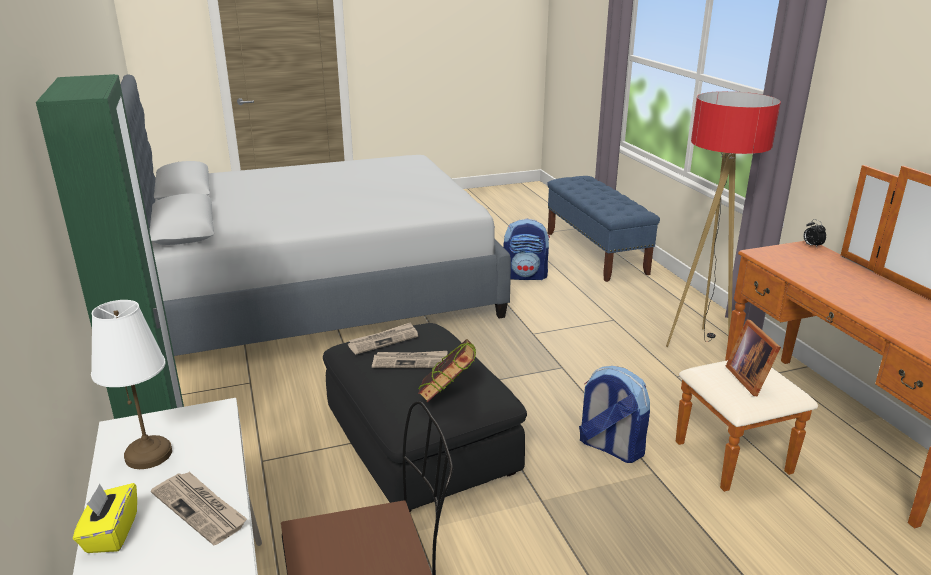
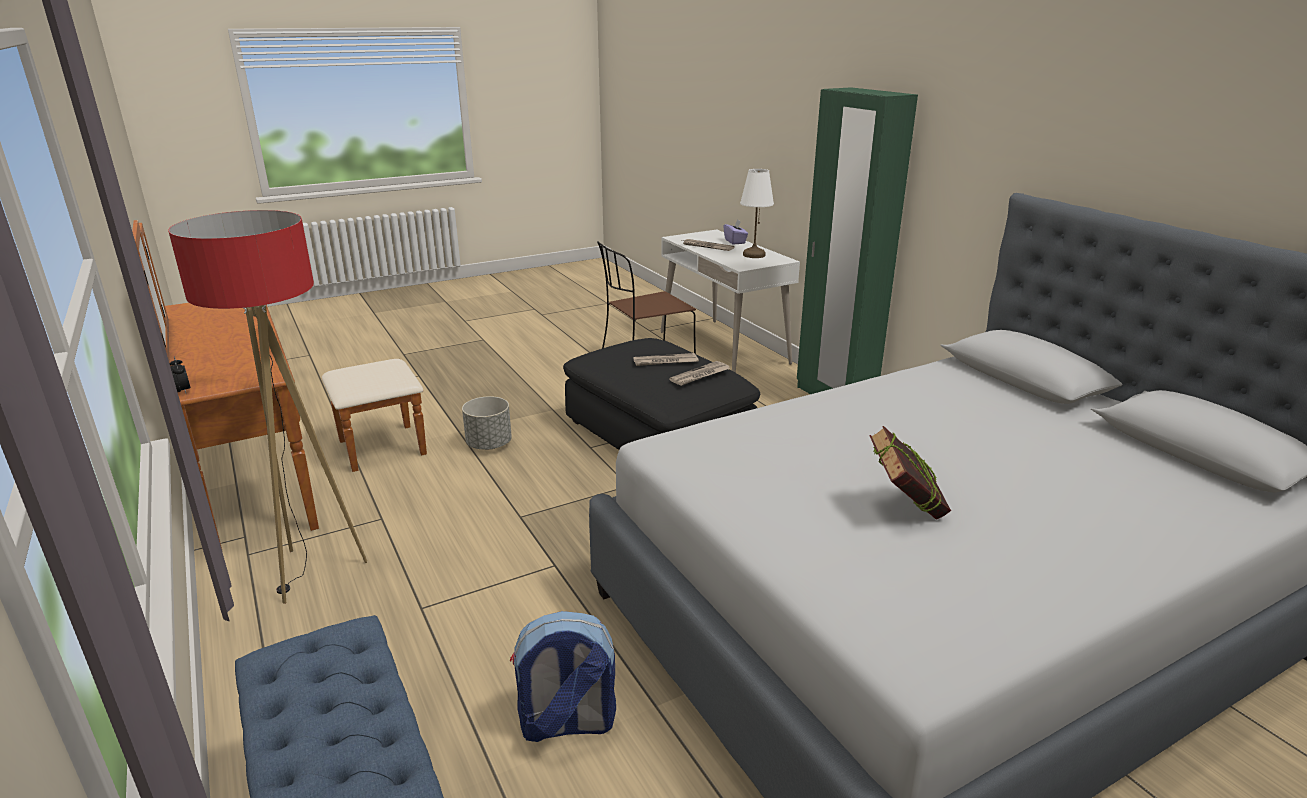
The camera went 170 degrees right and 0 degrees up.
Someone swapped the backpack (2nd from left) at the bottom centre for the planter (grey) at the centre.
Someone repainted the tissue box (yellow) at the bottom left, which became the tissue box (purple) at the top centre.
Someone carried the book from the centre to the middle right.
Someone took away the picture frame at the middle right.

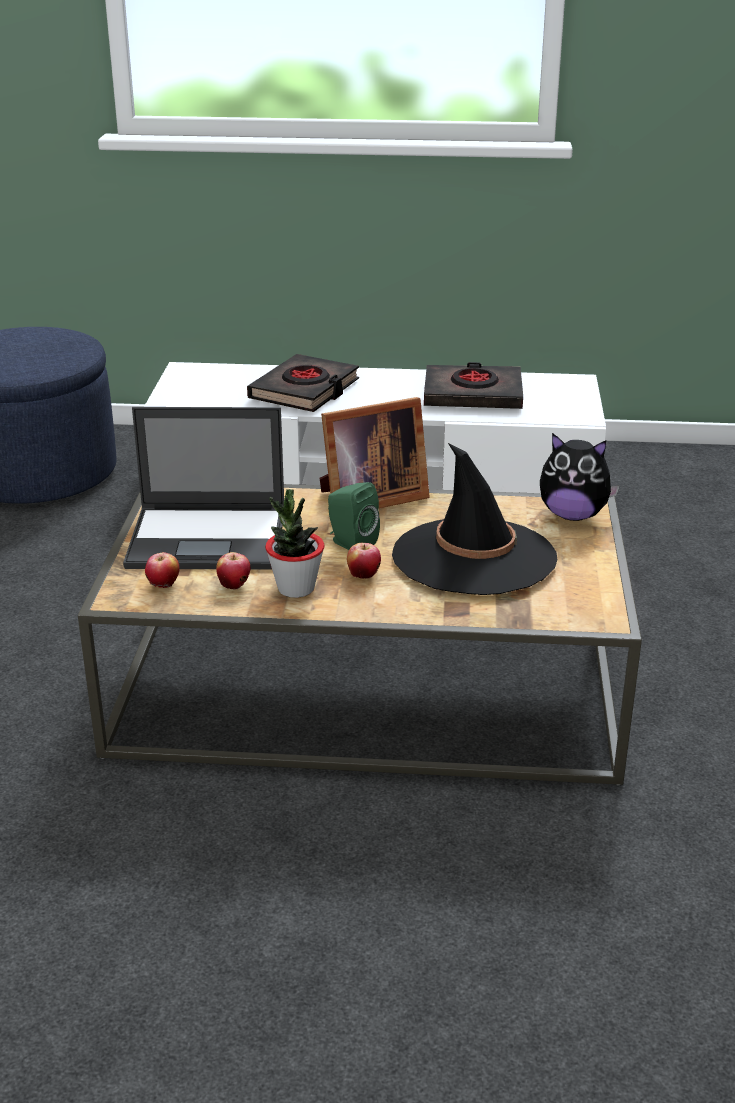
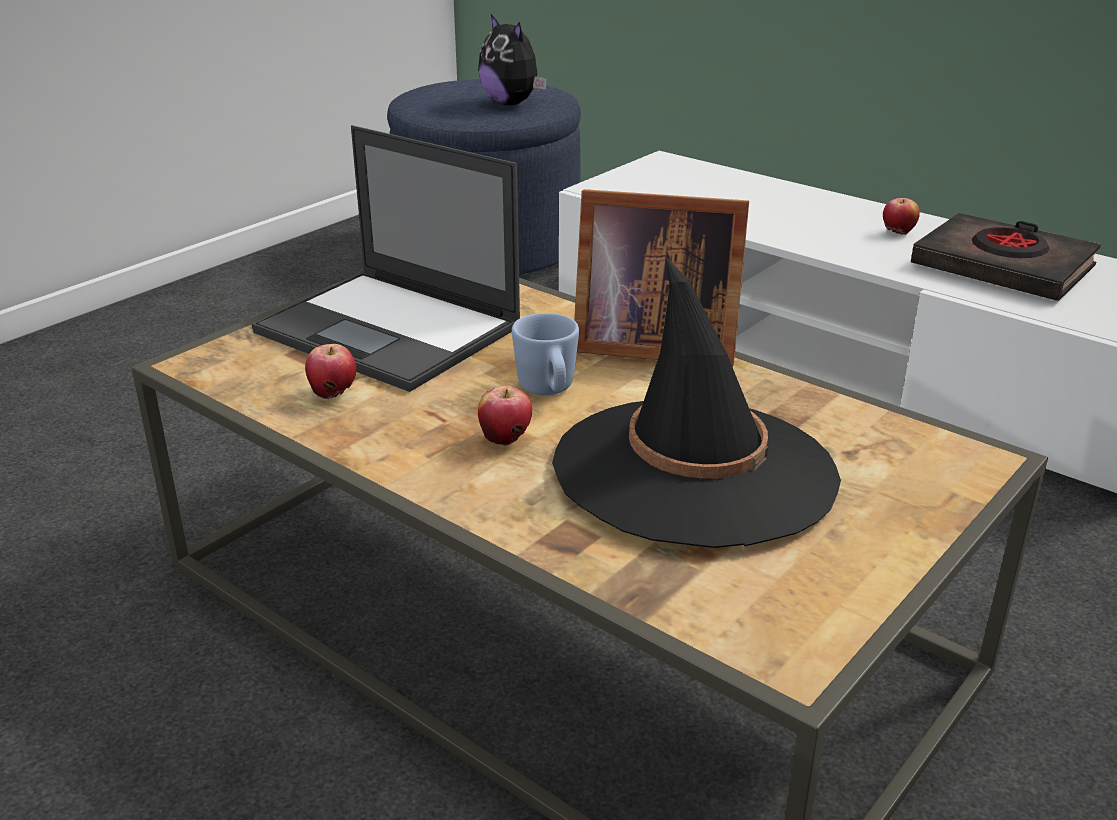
The camera went 35 degrees right and 0 degrees up.
Someone carried the plush toy from the middle right to the top centre.
Someone swapped the speaker (green) at the centre for the mug (blue) at the centre.
Someone carried the apple (1st from left in the first image) from the middle left to the top right.
Someone took away the book (black) (1st from left) at the centre.
Someone took away the potted plant at the centre.

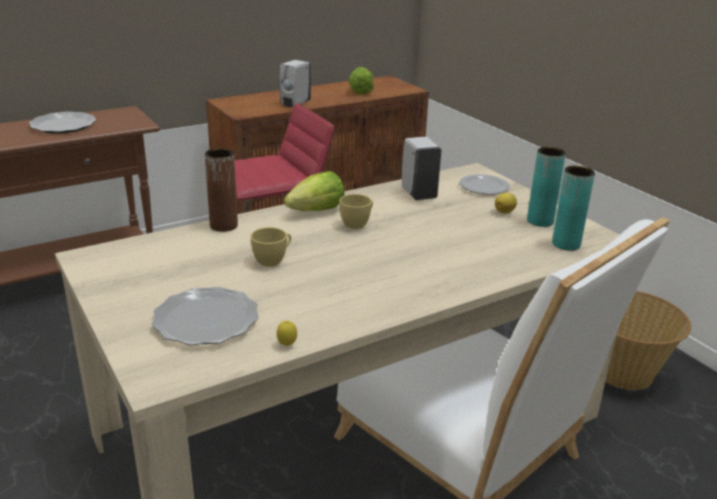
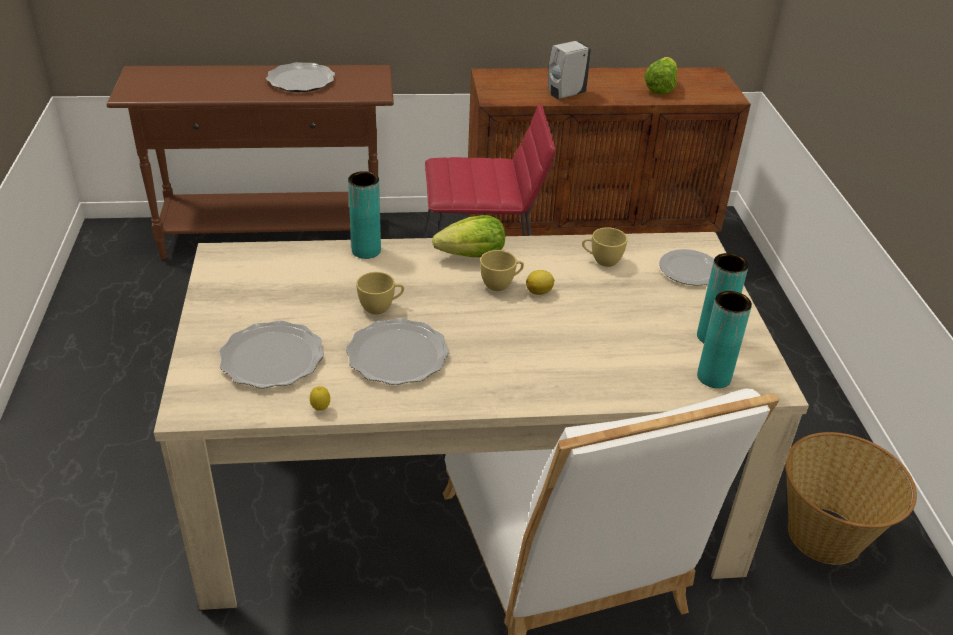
The camera went 25 degrees right and 10 degrees up.
Someone put down the plate (3rd from left) at the centre.
Someone repainted the vase (brown) at the middle left, which became the vase (turquoise) (1st from left) at the centre.
Someone carried the lemon (2nd from left) from the middle right to the centre.
Someone swapped the soap dispenser (white) (2nd from left) at the centre for the cup (yellow) (3rd from left) at the centre.

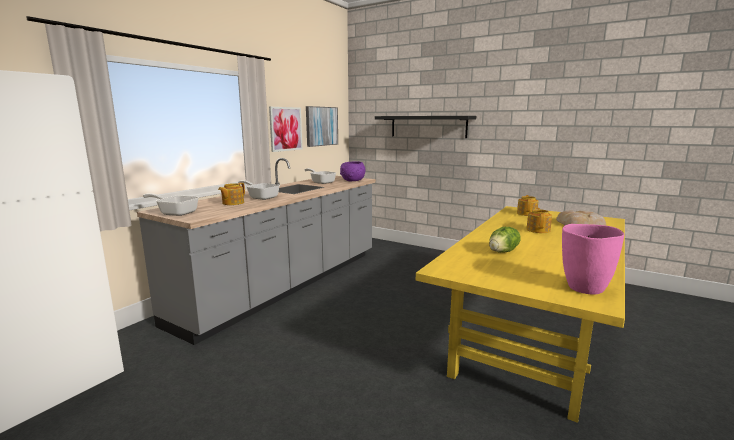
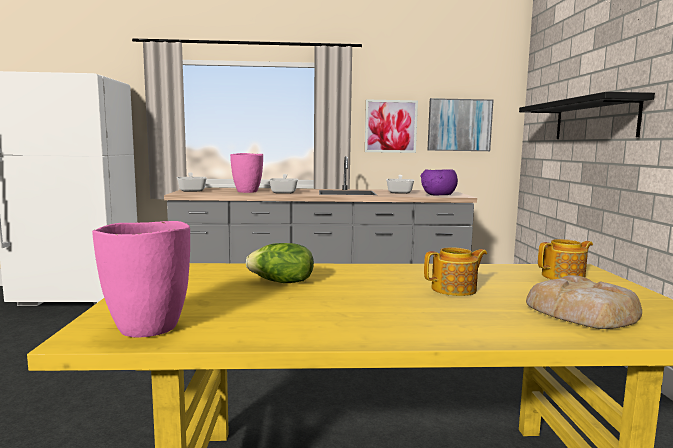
The camera went 55 degrees right and 5 degrees down.
Someone swapped the teapot (1st from left) at the middle left for the vase (pink) (2nd from left) at the centre.

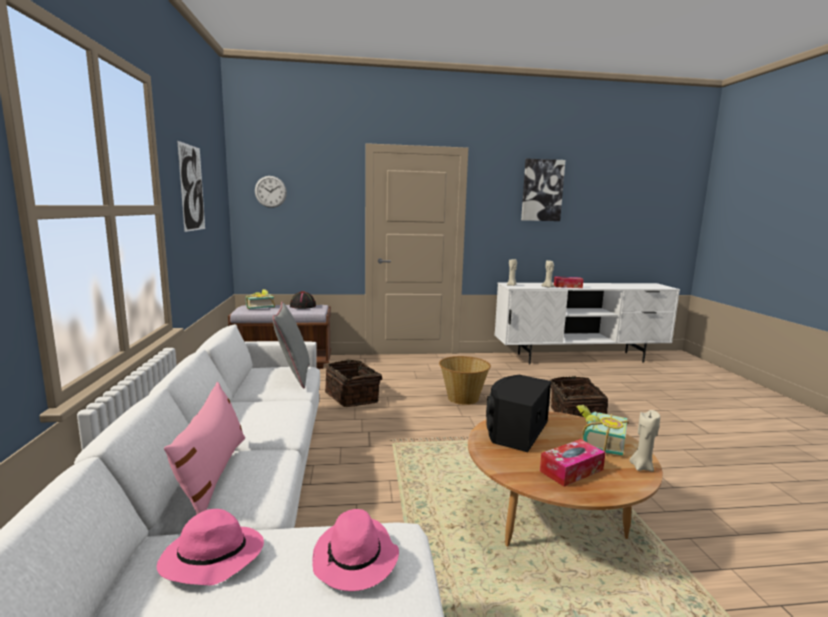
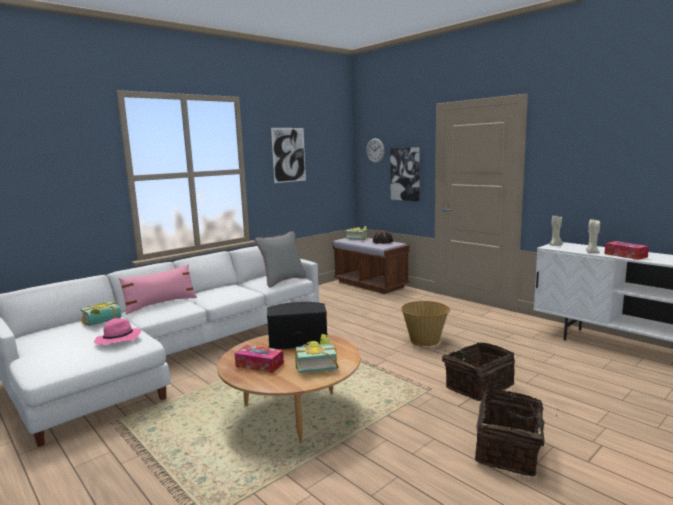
The camera went 55 degrees right and 0 degrees up.
Someone swapped the hat (pink) (1st from left) at the bottom left for the book (1st from left) at the middle left.
Someone carried the picture (2nd from left) from the top centre to the centre.
Someone carried the basket (1st from left in the first image) from the centre to the bottom right.
Someone took away the candle (beige) (3rd from left) at the bottom right.

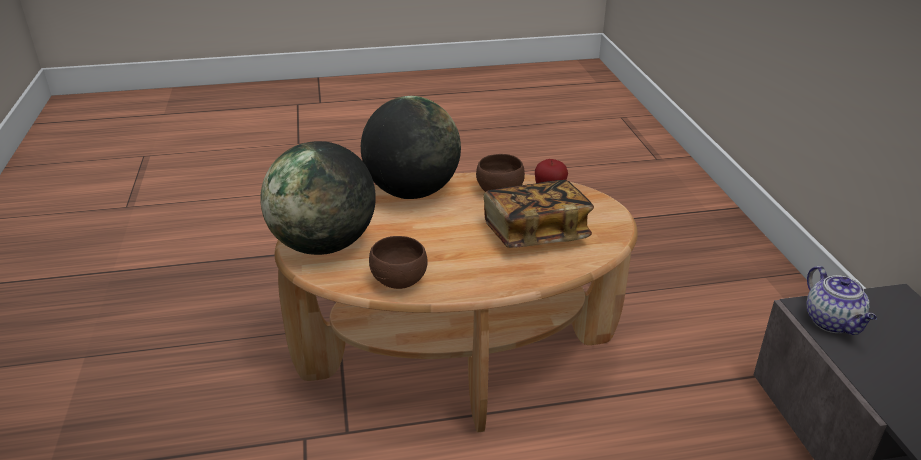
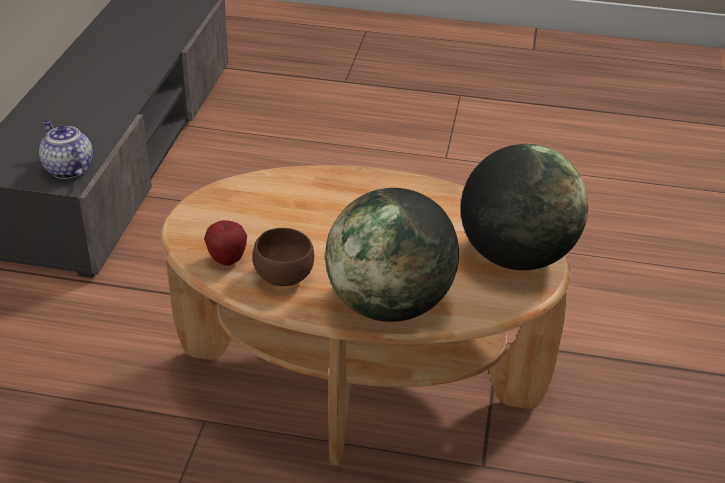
The camera went 160 degrees left and 5 degrees up.
Someone rotated the teapot at the middle right by 45 degrees counterclockwise.
Someone took away the bowl (brown) (1st from left) at the centre.
Someone took away the book at the centre.

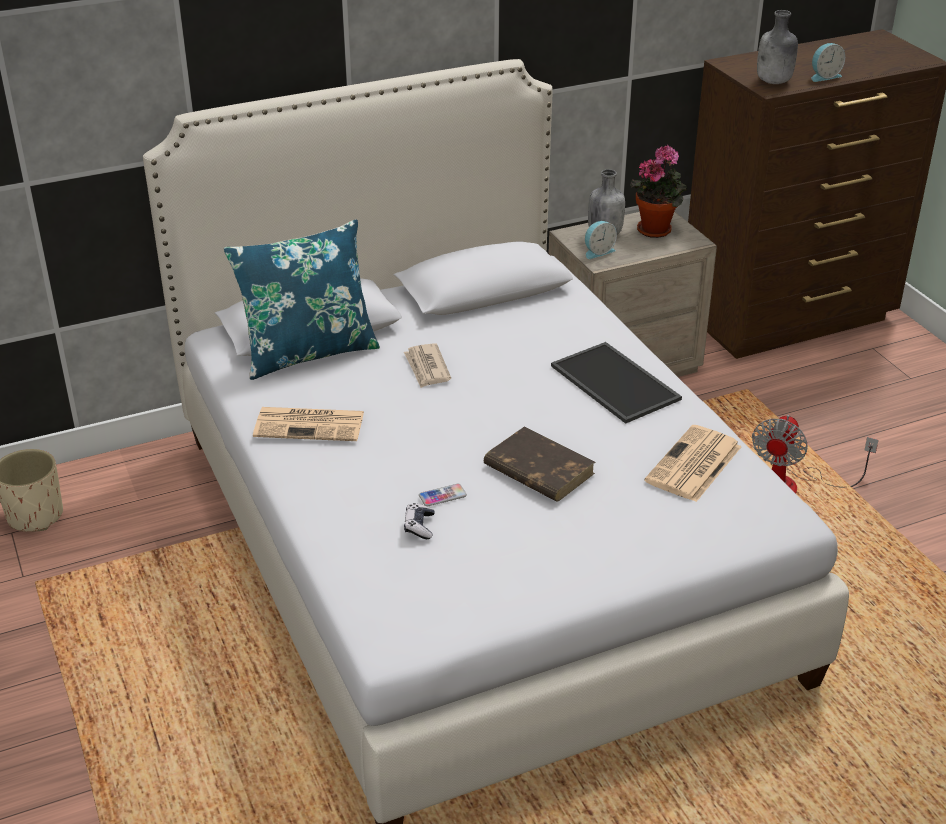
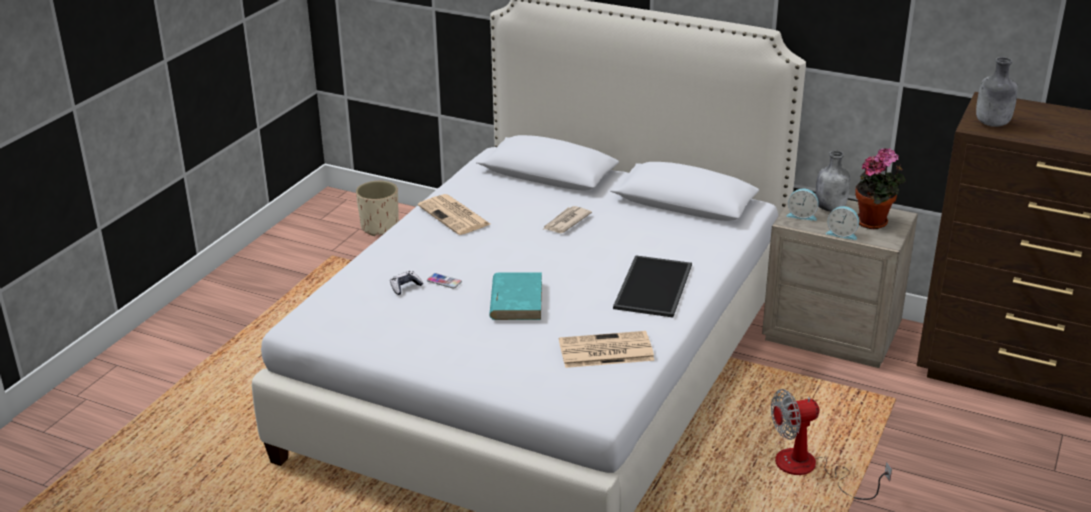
The camera went 50 degrees right and 5 degrees down.
Someone repainted the book (brown) at the centre, which became the book (turquoise) at the centre.
Someone carried the alarm clock (2nd from left) from the top right to the middle right.
Someone took away the pillow (blue) at the middle left.

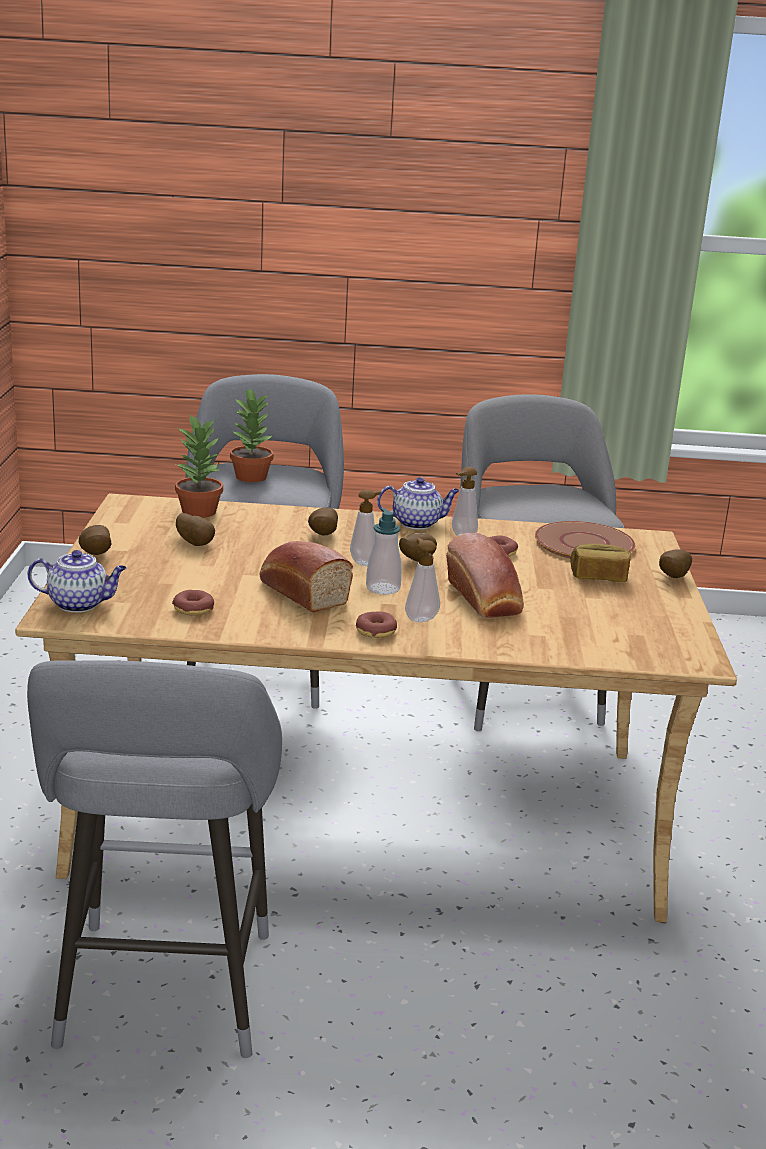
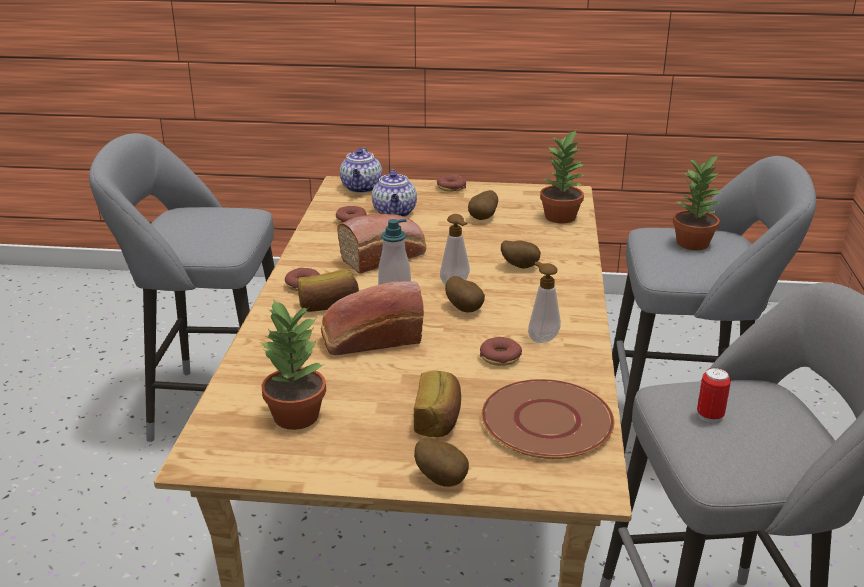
The camera went 95 degrees right and 5 degrees up.
Someone put down the potted plant (1st from left) at the centre.
Someone swapped the soap dispenser (3rd from left) at the centre for the bread (1st from left) at the centre.
Someone carried the teapot (2nd from left) from the centre to the top centre.
Someone swapped the potato (1st from left) at the middle left for the donut (3rd from left) at the top centre.
Someone put down the can at the bottom right.

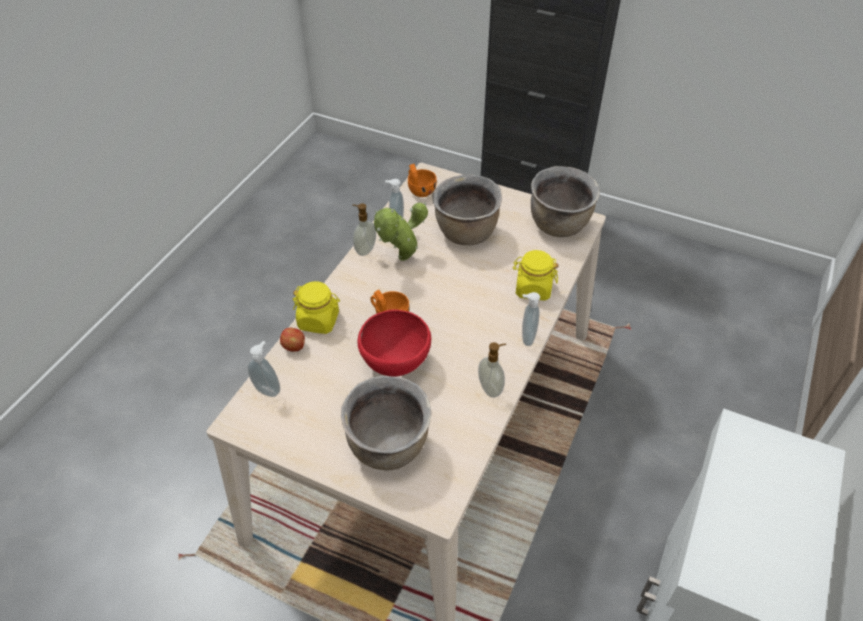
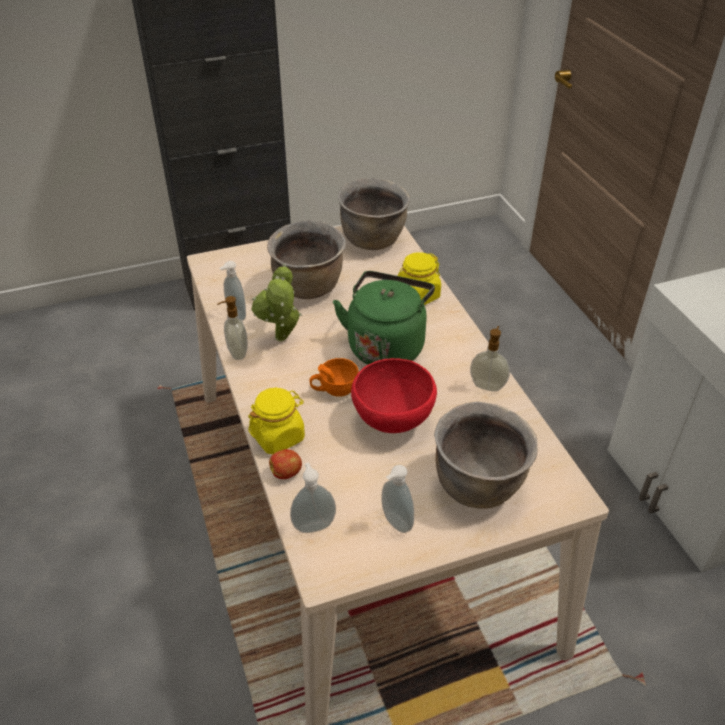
The camera went 45 degrees left and 5 degrees down.
Someone put down the kettle (green) at the centre.
Someone carried the soap dispenser (5th from left in the first image) from the centre to the bottom centre.
Someone took away the cup (orange) (2nd from left) at the top centre.

